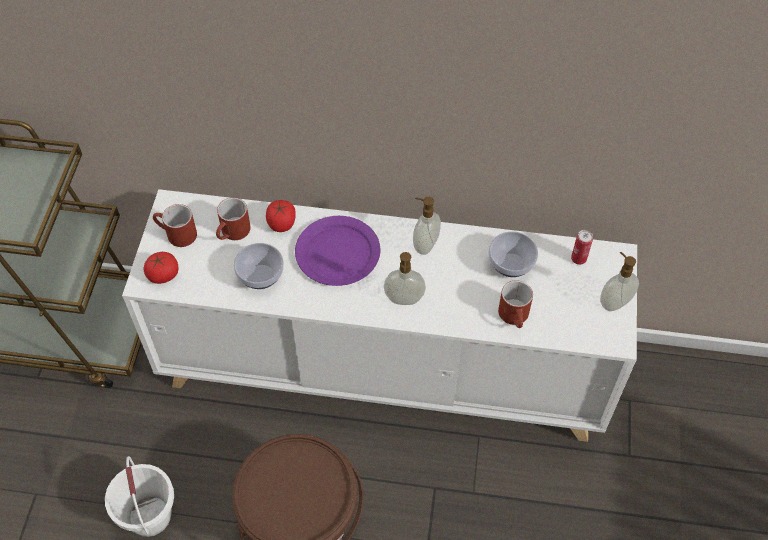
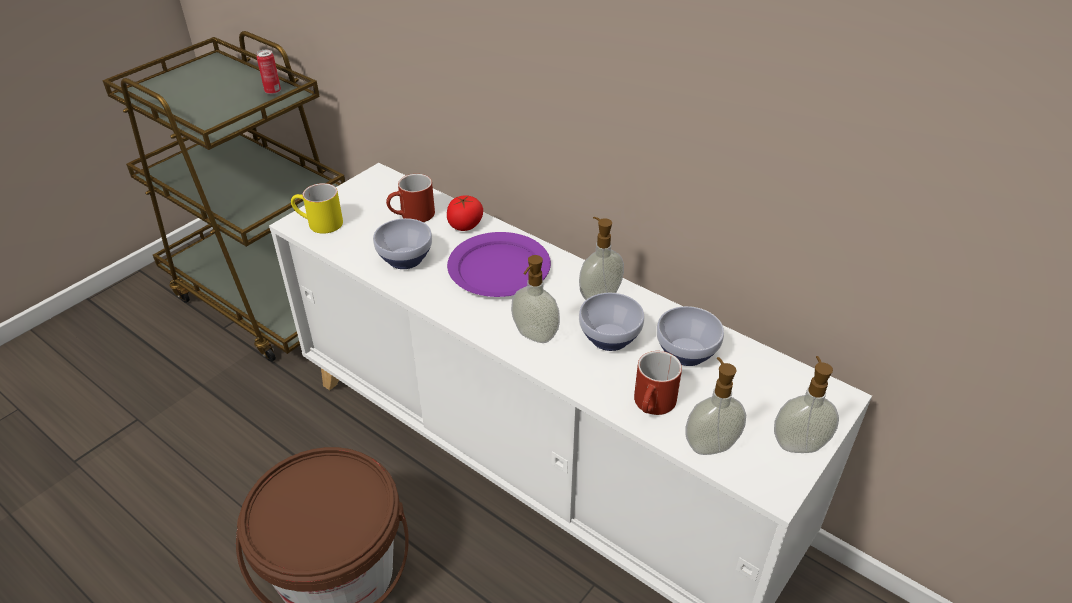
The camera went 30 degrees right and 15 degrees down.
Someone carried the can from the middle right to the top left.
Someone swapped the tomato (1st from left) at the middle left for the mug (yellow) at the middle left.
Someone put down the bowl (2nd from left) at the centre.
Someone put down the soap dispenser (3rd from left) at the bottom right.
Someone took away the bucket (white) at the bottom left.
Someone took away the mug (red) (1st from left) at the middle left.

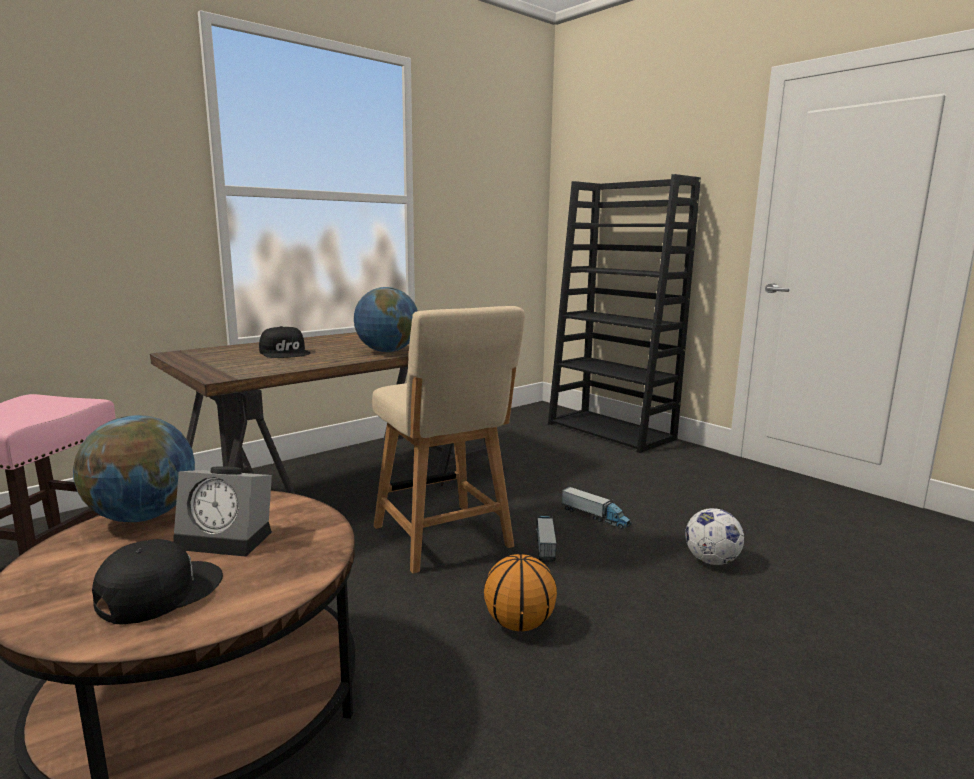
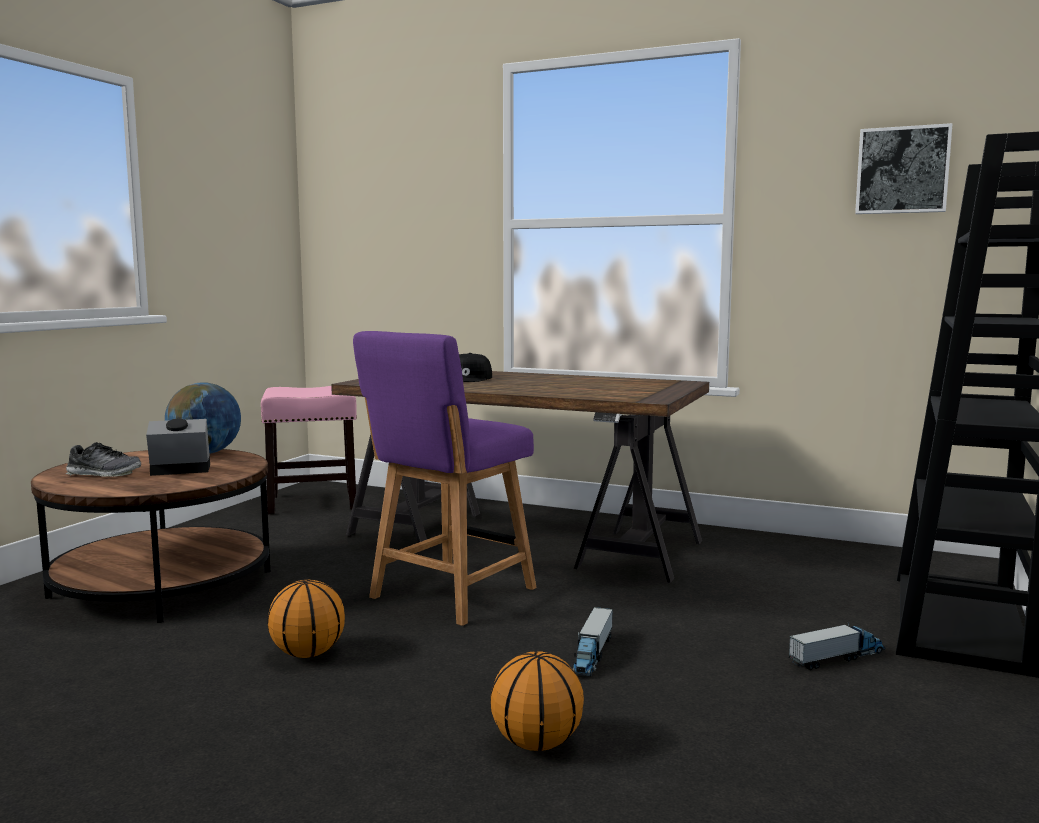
The camera went 65 degrees right and 5 degrees down.
Someone swapped the cap (black) (1st from left) at the bottom left for the shoe at the middle left.
Someone rotated the alarm clock at the middle left by 90 degrees clockwise.
Someone repainted the chair (beige) at the centre, which became the chair (purple) at the centre.
Someone swapped the football at the bottom right for the basketball (2nd from left) at the bottom centre.
Someone carried the toy truck (1st from left in the first image) from the bottom centre to the bottom right.
Someone put up the picture at the top right.
Someone took away the globe (2nd from left) at the centre.

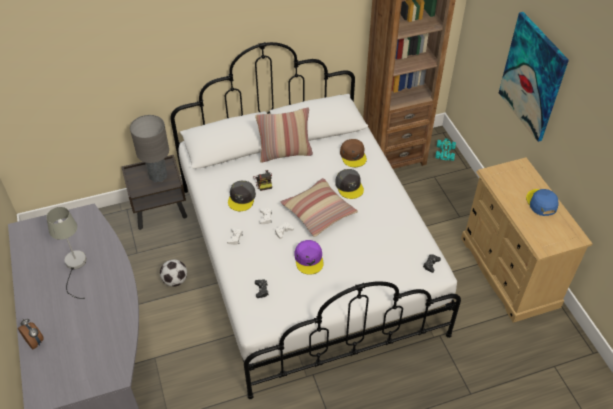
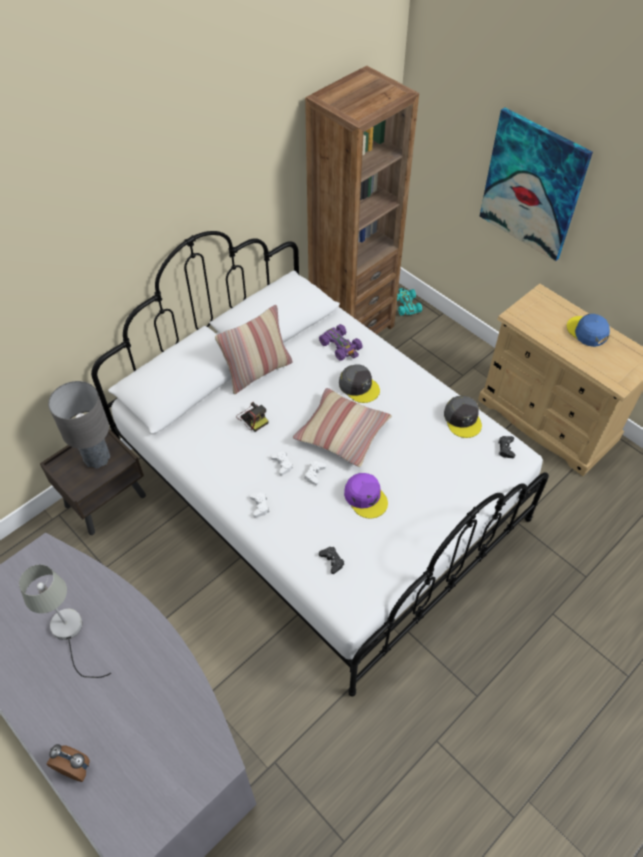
The camera went 25 degrees left and 5 degrees up.
Someone swapped the cap (brown) at the centre for the toy car (purple) at the centre.
Someone carried the cap (grey) (1st from left in the first image) from the centre to the middle right.
Someone took away the football at the bottom left.

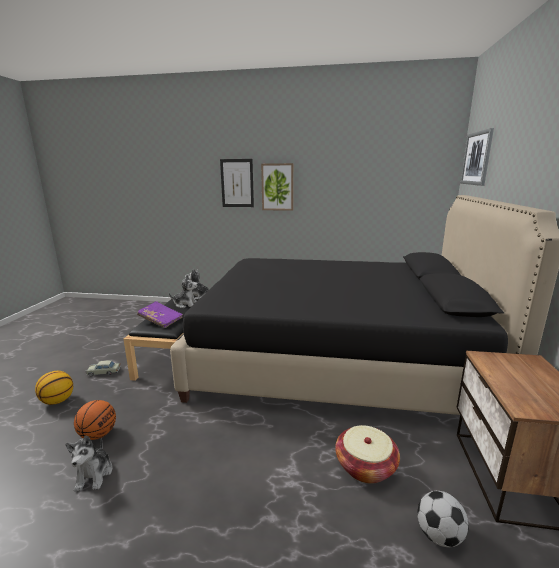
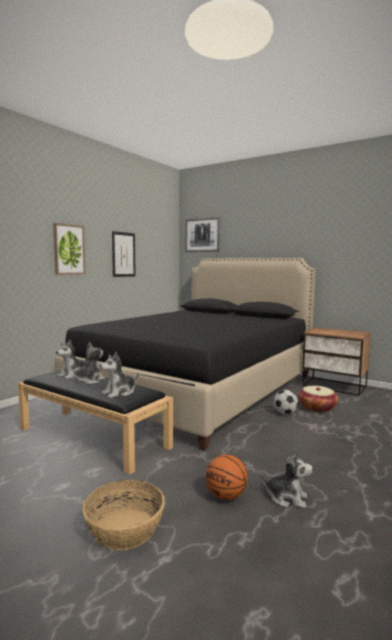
The camera went 65 degrees left and 10 degrees down.
Someone swapped the basketball (1st from left) at the bottom left for the basket (1st from left) at the bottom left.
Someone swapped the book (purple) at the middle left for the plush toy (3rd from left) at the middle left.
Someone carried the picture (1st from left in the first image) from the top centre to the middle left.
Someone carried the football from the bottom right to the middle right.
Someone took away the toy car (beige) at the middle left.

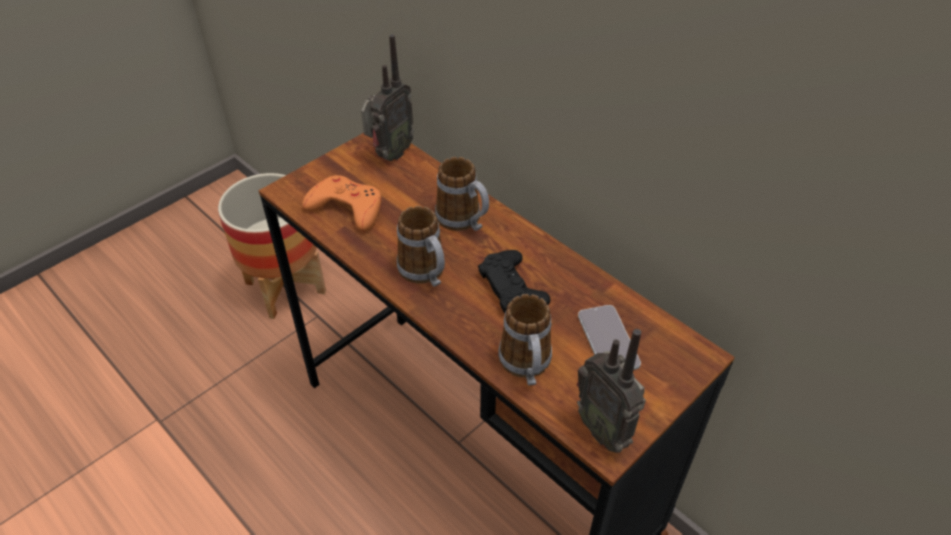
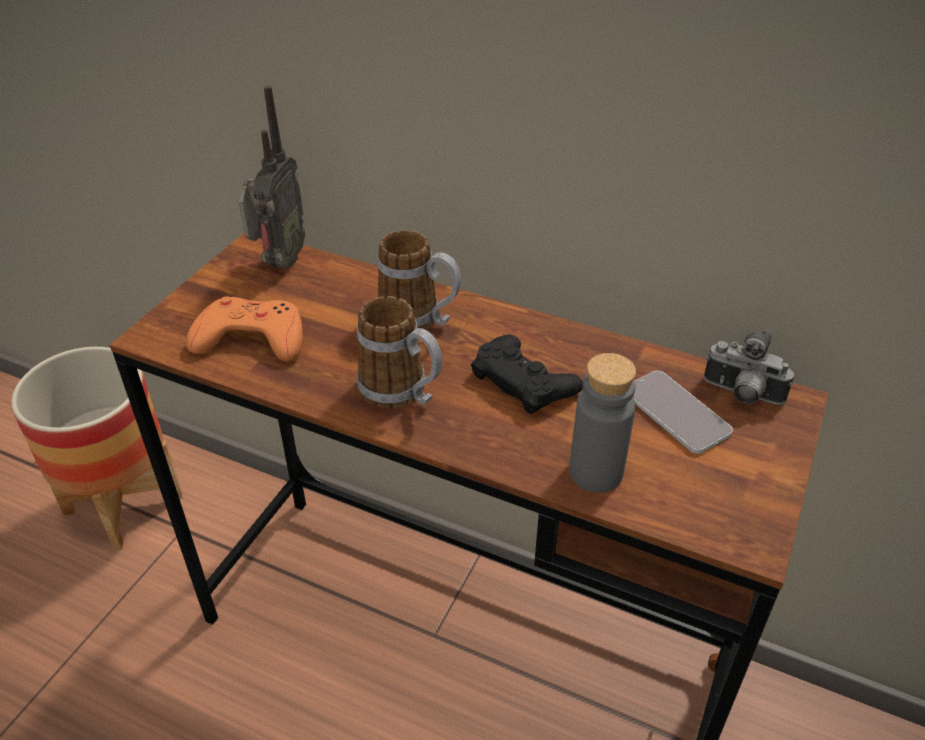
The camera went 20 degrees left and 5 degrees down.
Someone swapped the mug (3rd from left) at the centre for the bottle (grey) at the centre.
Someone put down the photo camera at the middle right.
Someone took away the radio (2nd from left) at the bottom centre.

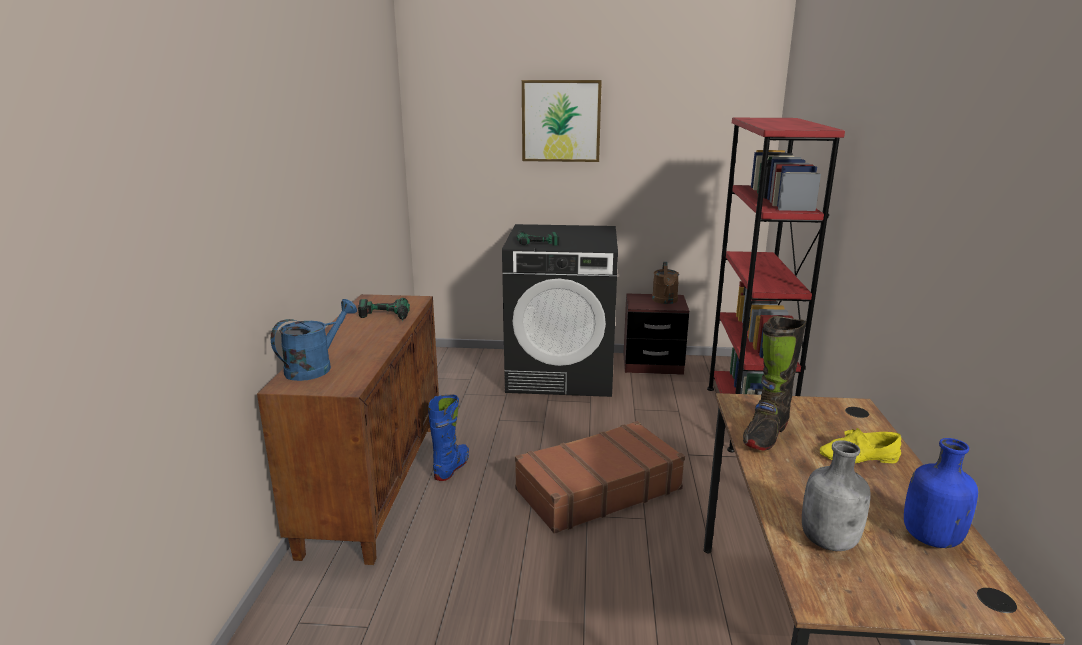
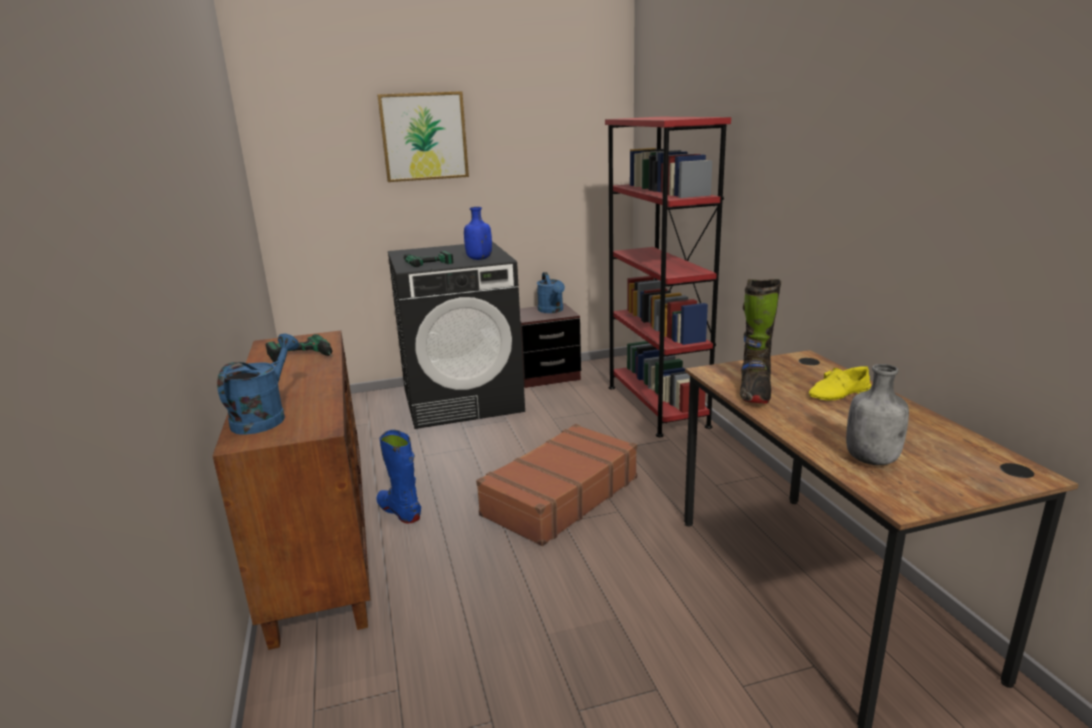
The camera went 20 degrees left and 0 degrees up.
Someone rotated the boot (blue) at the bottom centre by 45 degrees counterclockwise.
Someone carried the bottle (blue) from the bottom right to the top centre.
Someone repainted the watering can (brown) at the centre, which became the watering can (blue) (2nd from left) at the centre.

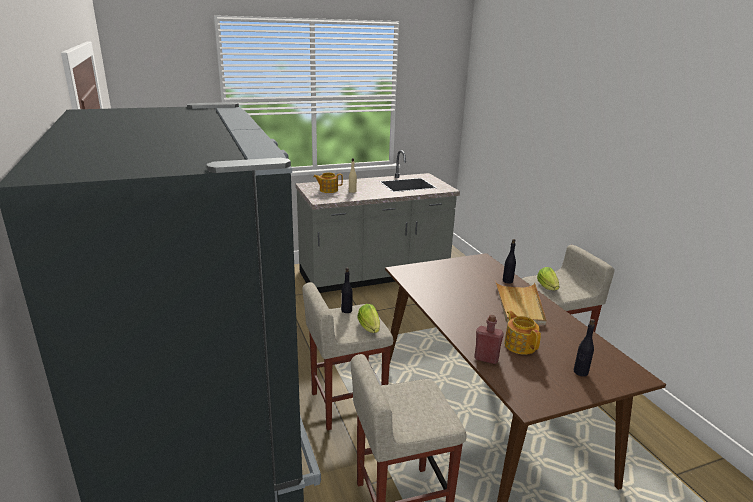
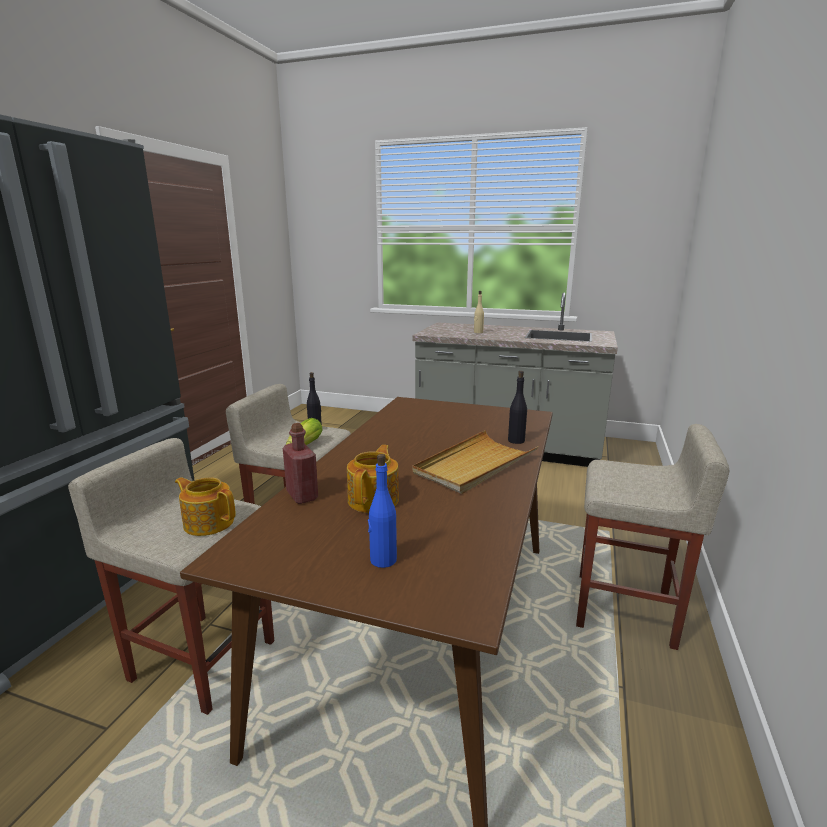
The camera went 40 degrees right and 5 degrees down.
Someone carried the teapot (1st from left) from the centre to the middle left.
Someone repainted the bottle (black) (3rd from left) at the bottom right, which became the bottle (blue) at the centre.
Someone took away the lettuce (2nd from left) at the middle right.

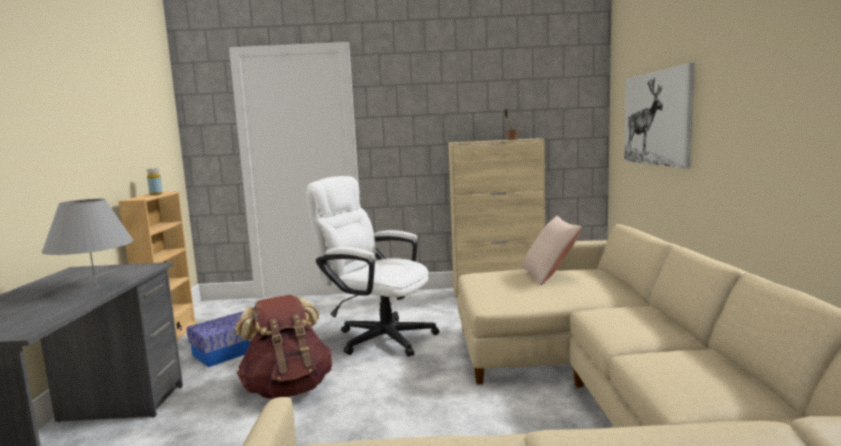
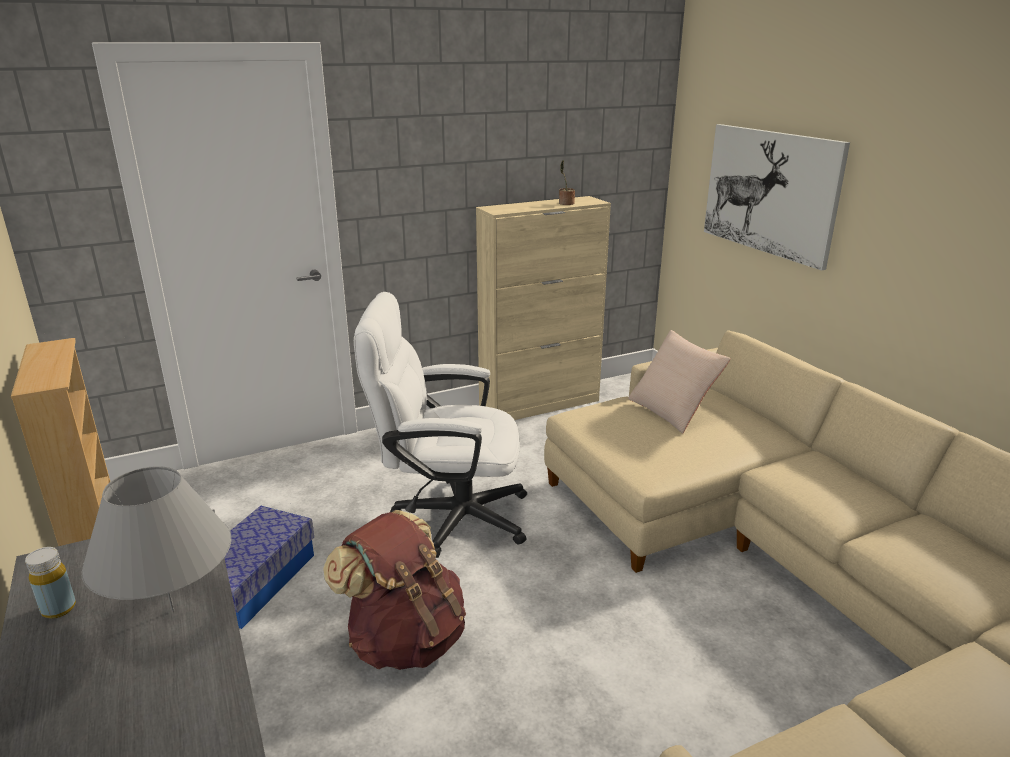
The camera went 25 degrees left and 15 degrees up.
Someone carried the bottle (yellow) from the middle left to the bottom left.

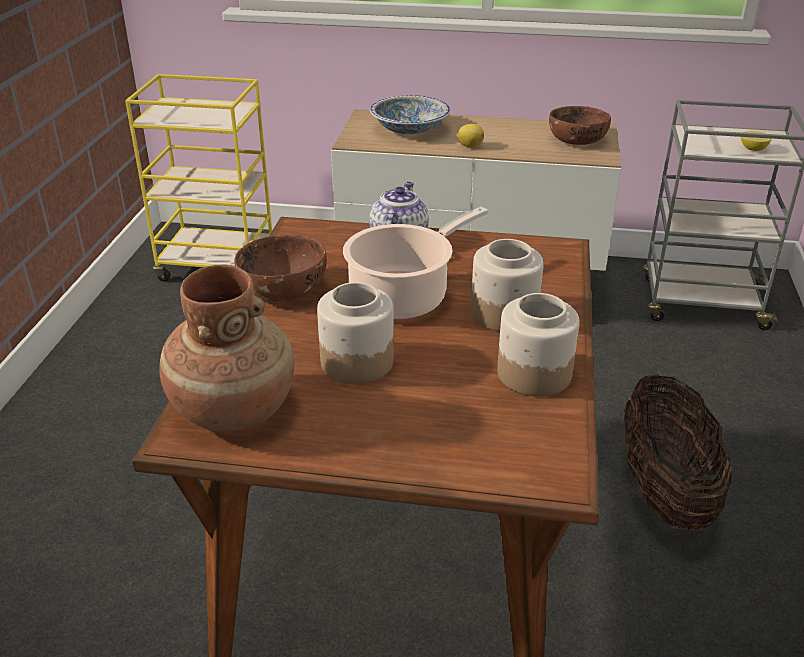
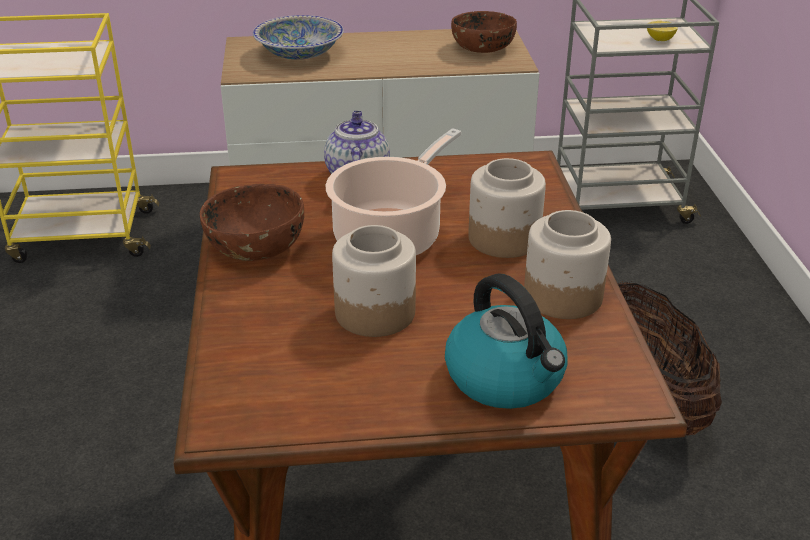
The camera went 15 degrees left and 0 degrees up.
Someone put down the kettle at the centre.
Someone took away the vase (brown) at the middle left.
Someone took away the lemon (1st from left) at the top centre.

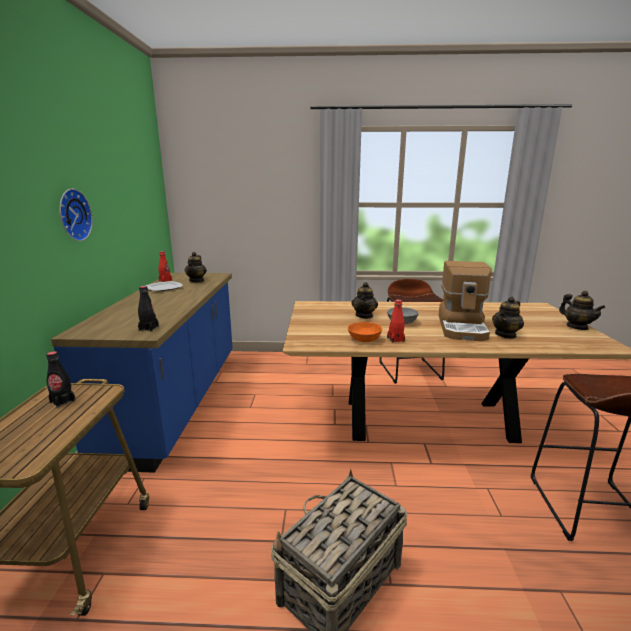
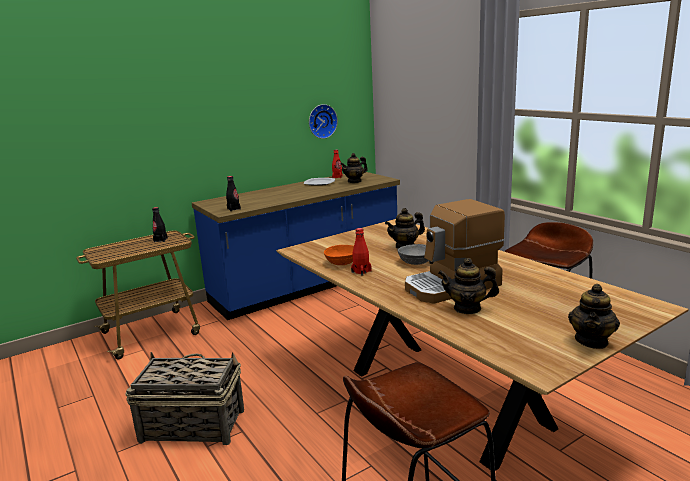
The camera went 55 degrees right and 0 degrees up.
Someone carried the wall clock from the middle left to the top centre.

